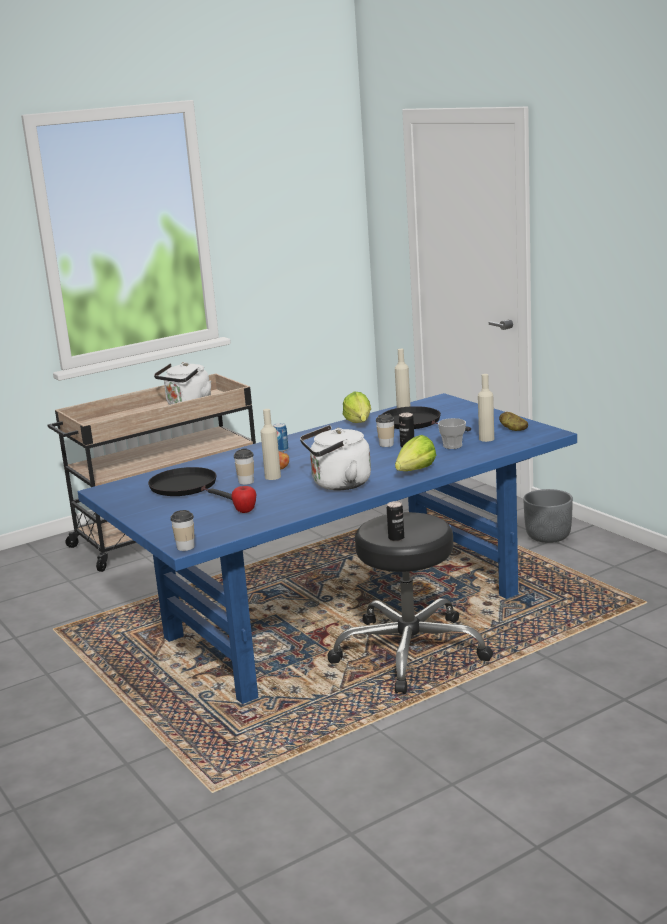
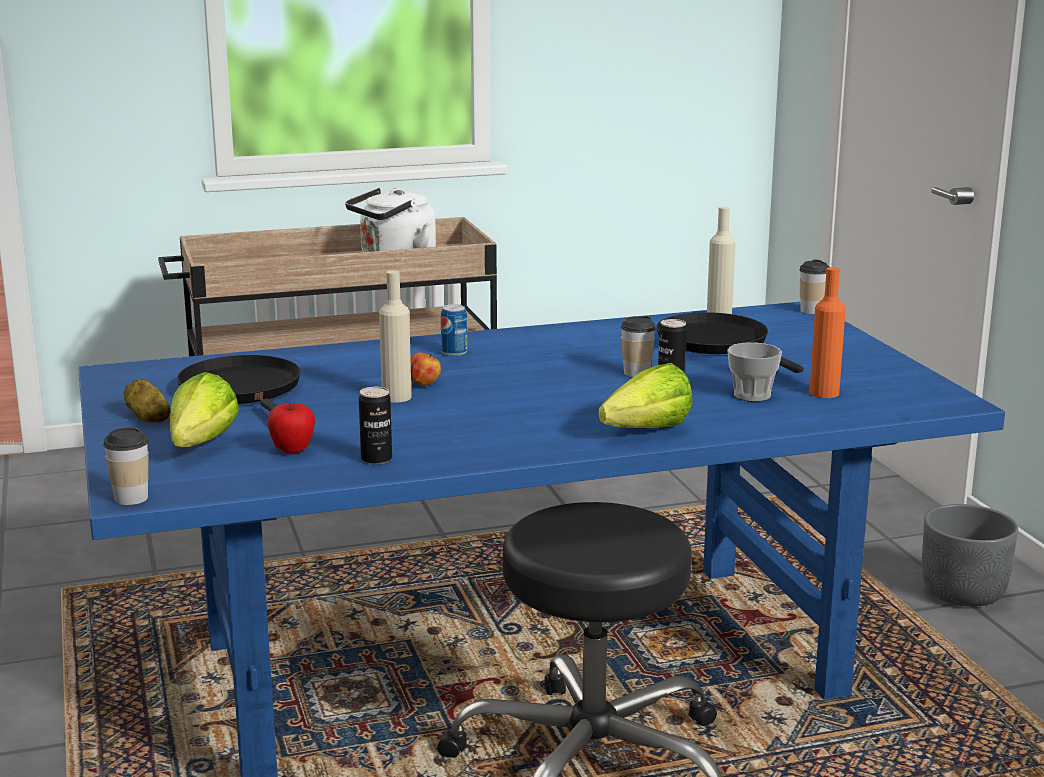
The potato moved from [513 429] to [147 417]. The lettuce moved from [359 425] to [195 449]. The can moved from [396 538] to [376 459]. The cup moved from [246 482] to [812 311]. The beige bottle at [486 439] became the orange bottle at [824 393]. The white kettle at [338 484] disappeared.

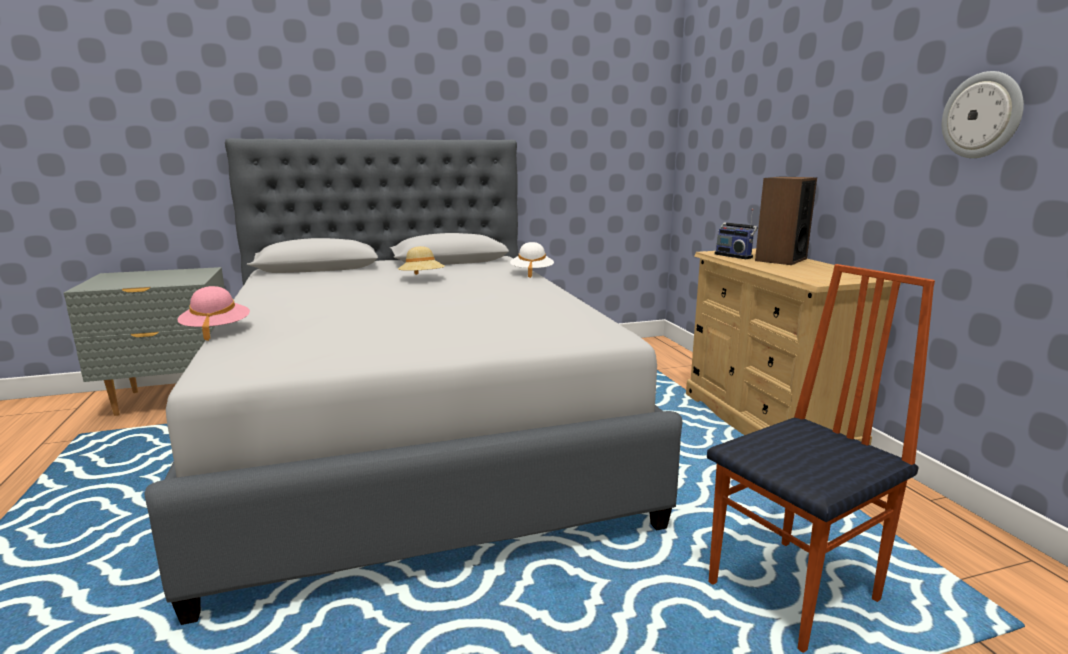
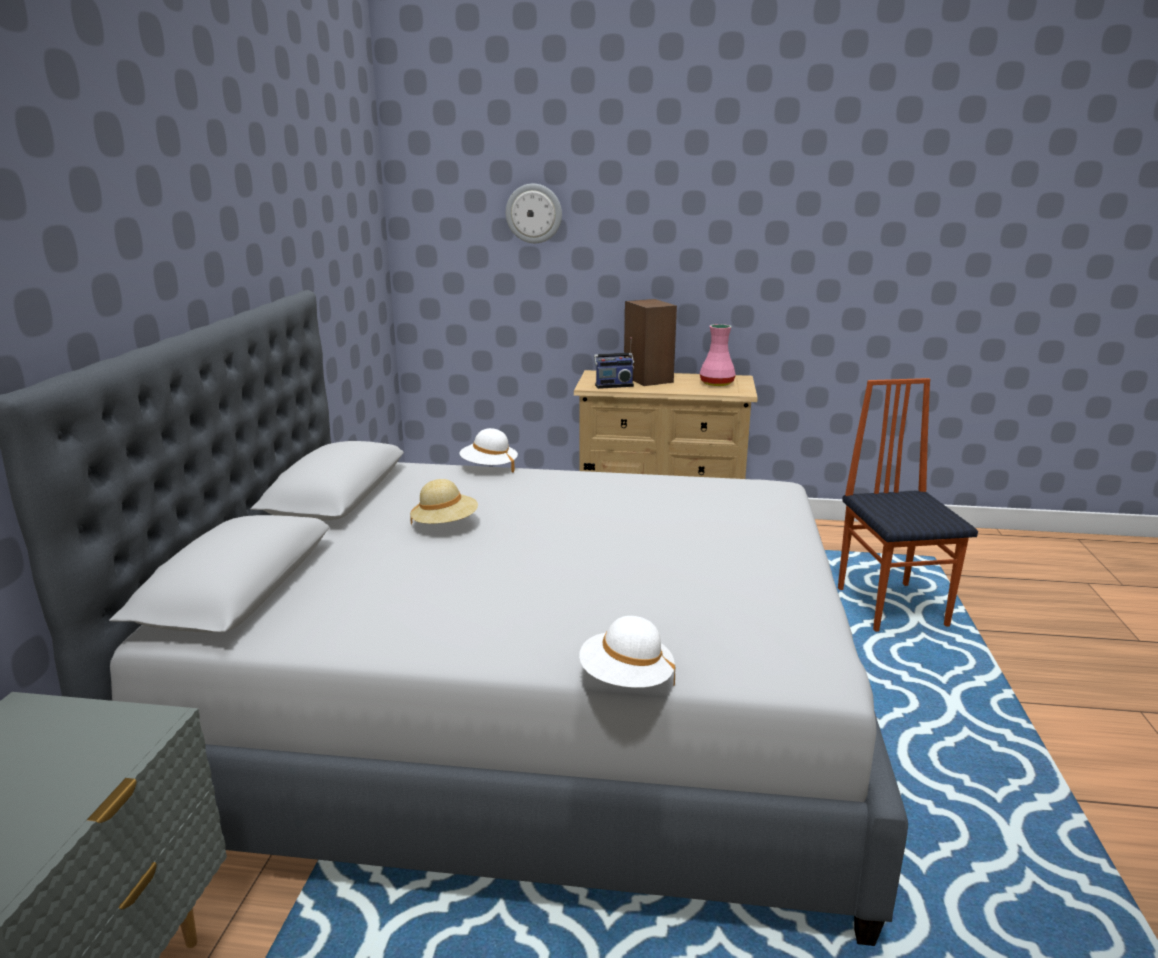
The wall clock moved from [982 115] to [534 213]. The pink hat at [216 331] became the white hat at [626 679]. The pink vase at [717 383] appeared.

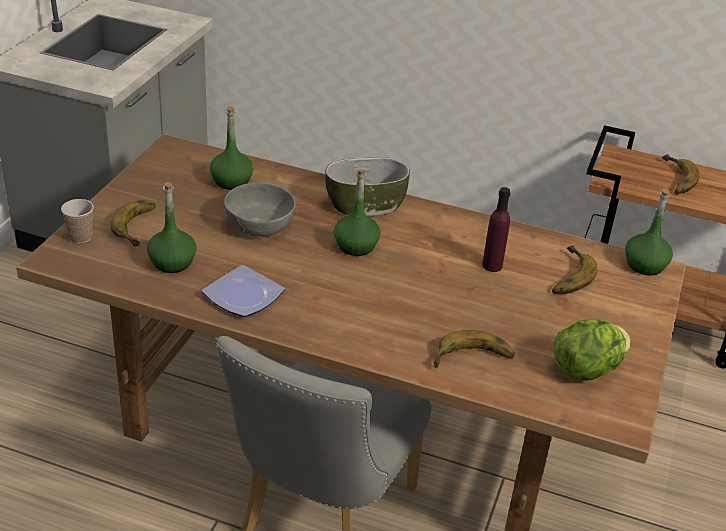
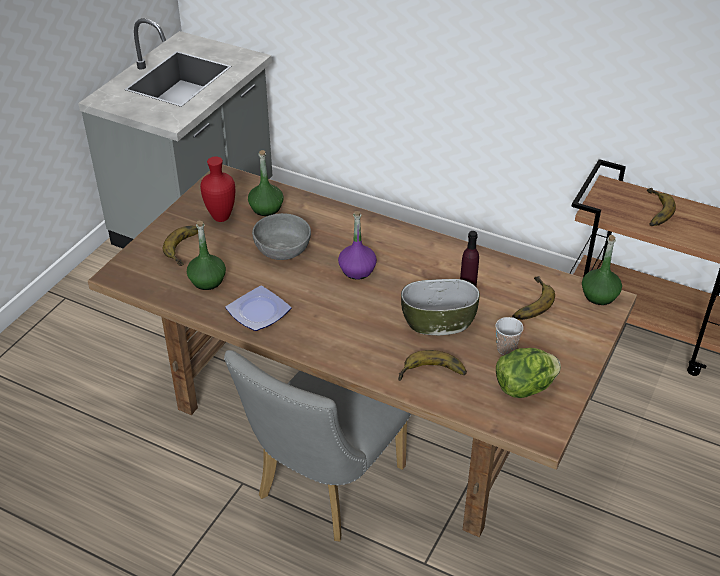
The red vase at [222 217] appeared. The green bottle at [355 246] became the purple bottle at [357 270]. The bowl moved from [365 204] to [438 321]. The cup moved from [81 237] to [506 349].

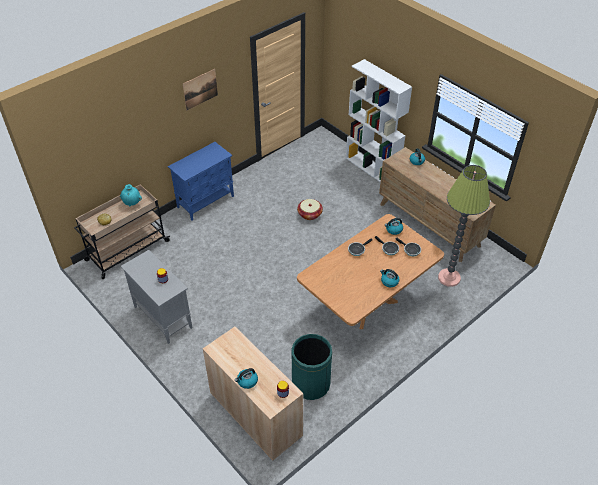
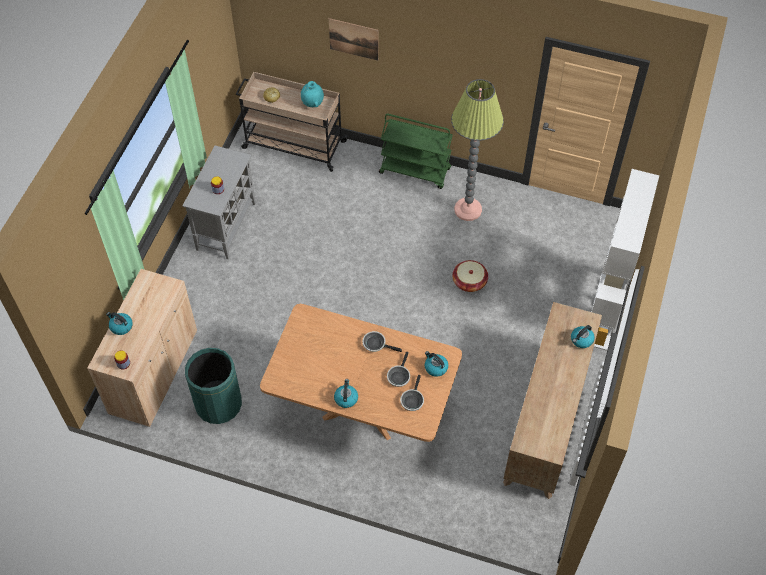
The picture moved from [200 89] to [354 39]. The blue cabinet at [206 201] was replaced by the green cart at [415 171]. The floor lamp moved from [449 278] to [468 210].

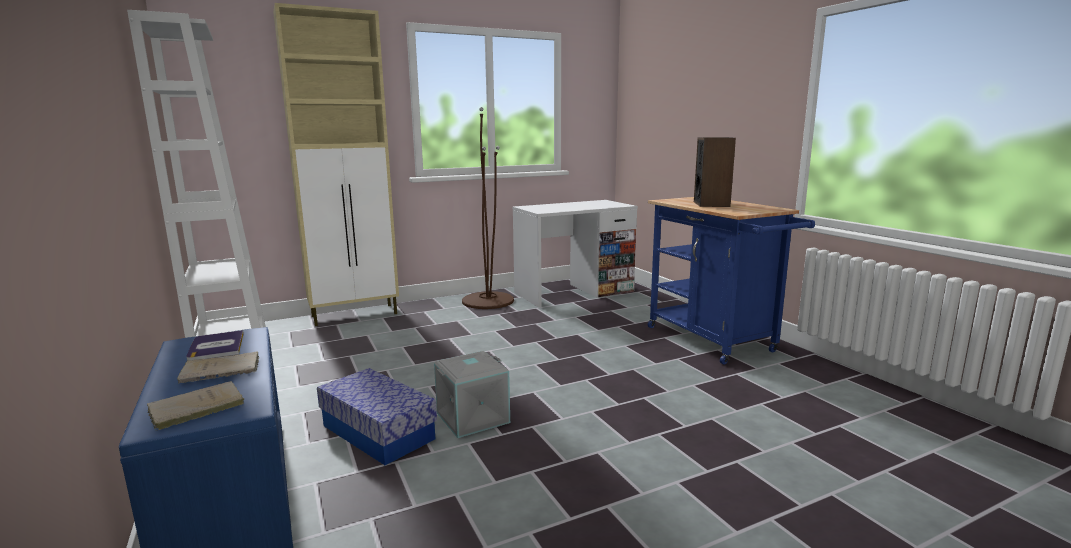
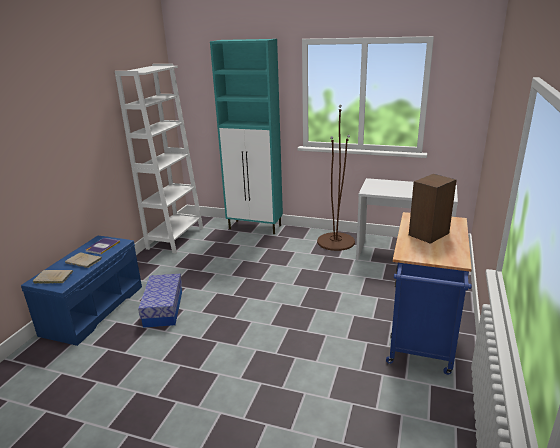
The beige cabinet at [356 315] became the turquoise cabinet at [255 227]. The grey storage box at [473 418] disappeared.

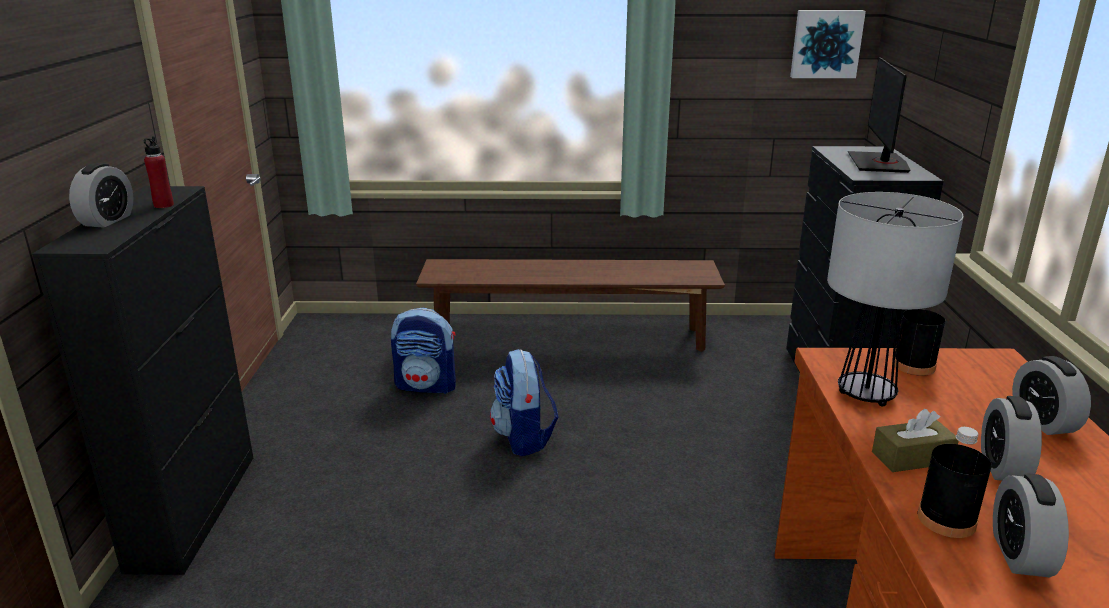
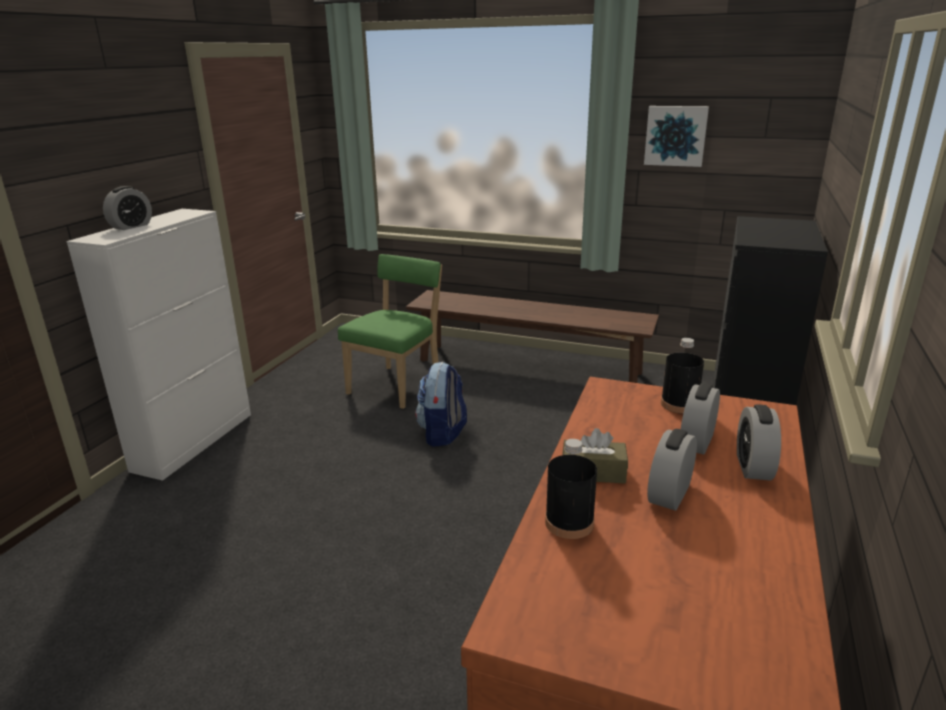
The black cabinet at [195 509] became the white cabinet at [195 441]. The backpack at [427 385] was replaced by the green chair at [397 385]. The picture moved from [826 44] to [675 135]. The alarm clock moved from [1019 554] to [696 441]. The red bottle at [163 205] disappeared. The table lamp at [865 394] disappeared. The monitor at [879 163] disappeared.

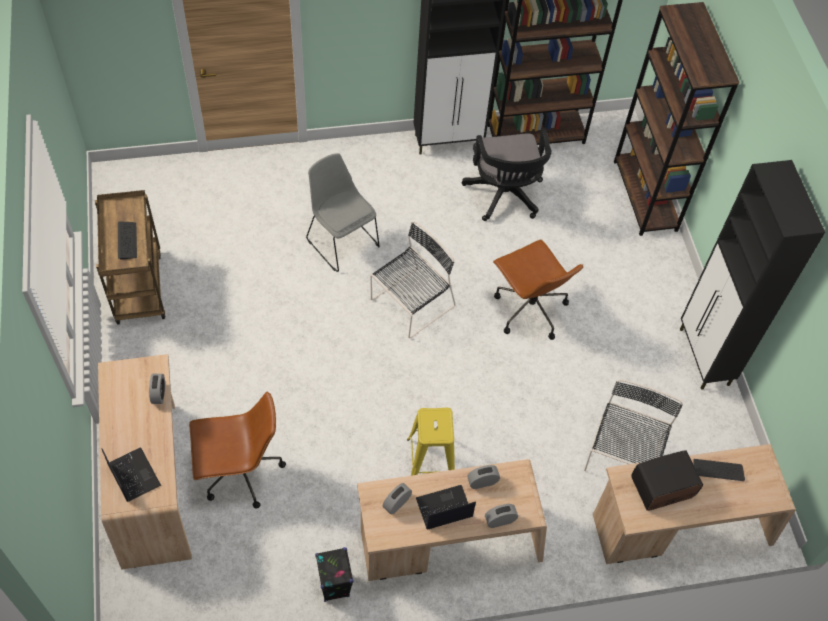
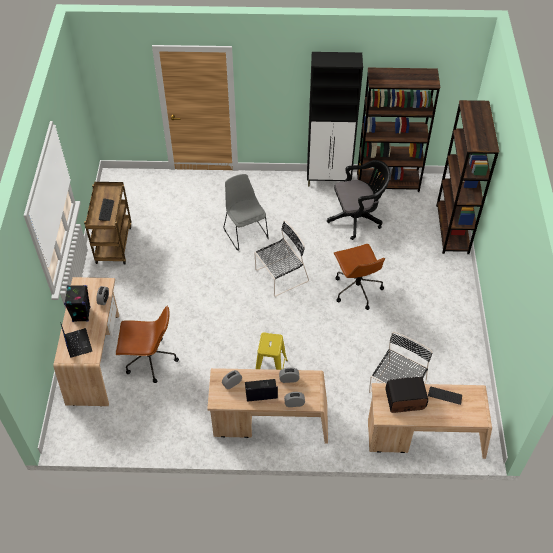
The black speaker moved from [334 585] to [81 314]. The black office chair at [504 196] turned 105 degrees counterclockwise. The black cabinet at [704 358] disappeared.

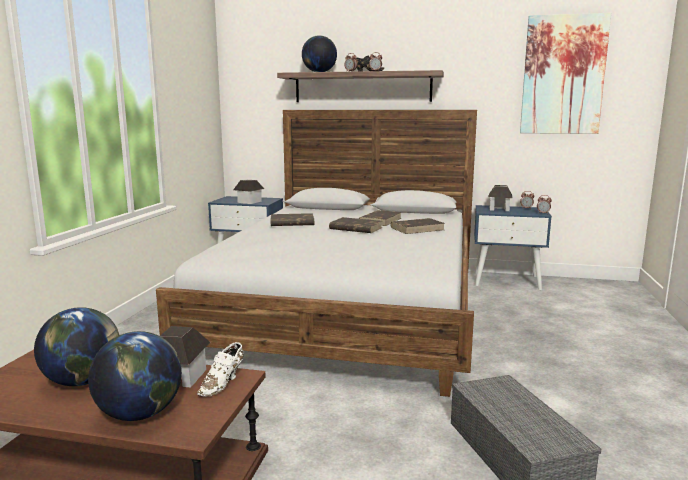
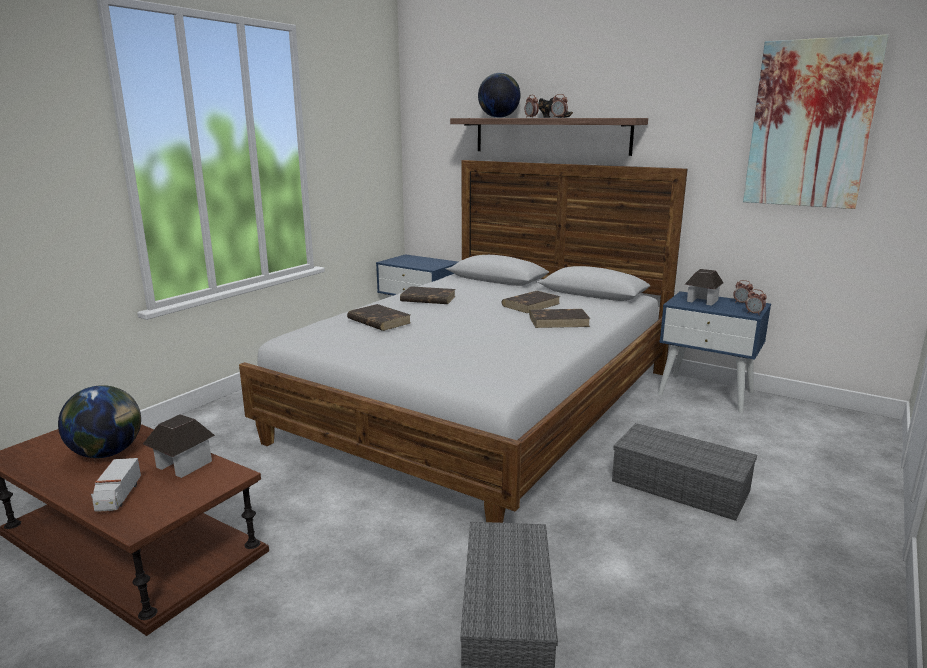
The globe at [140 413] was replaced by the toy truck at [118 496]. The brown book moved from [355 228] to [378 321]. The grey storage box at [682 486] appeared. The white shoe at [223 383] disappeared. The toy house at [249 202] disappeared.

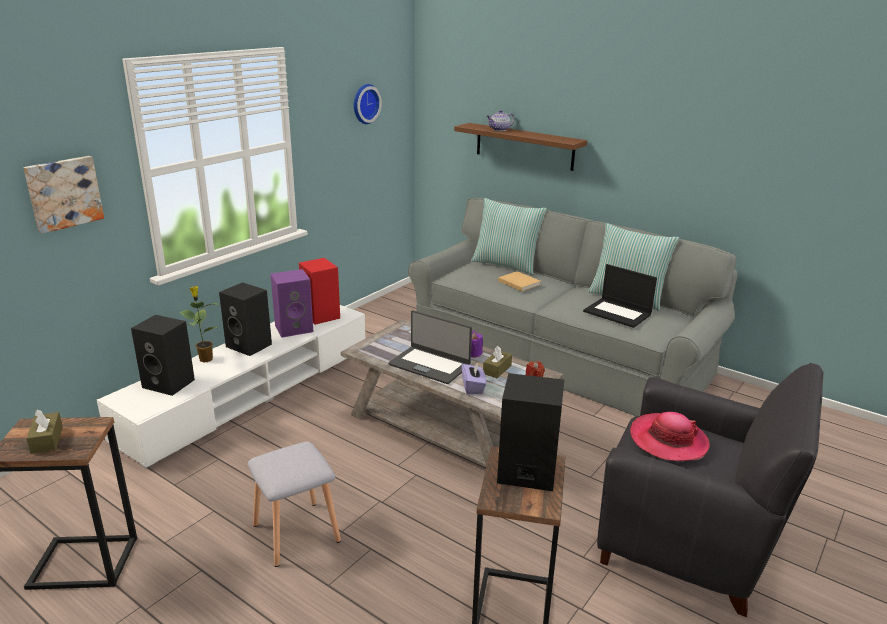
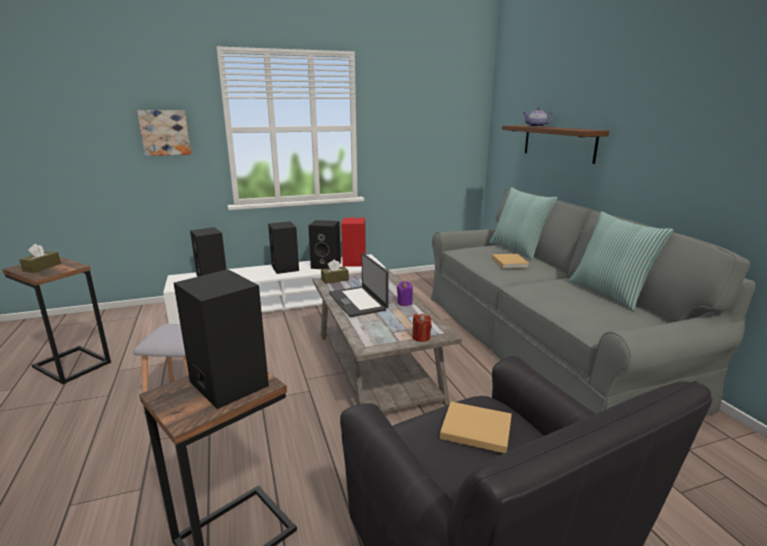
The purple speaker at [294 328] became the black speaker at [327 265]. The brown tissue box moved from [497 369] to [335 279]. The hat at [668 440] was replaced by the beige book at [474 428]. The potted plant at [205 359] disappeared. The wall clock at [364 103] disappeared. The purple tissue box at [473 387] disappeared. The laptop at [618 313] disappeared.

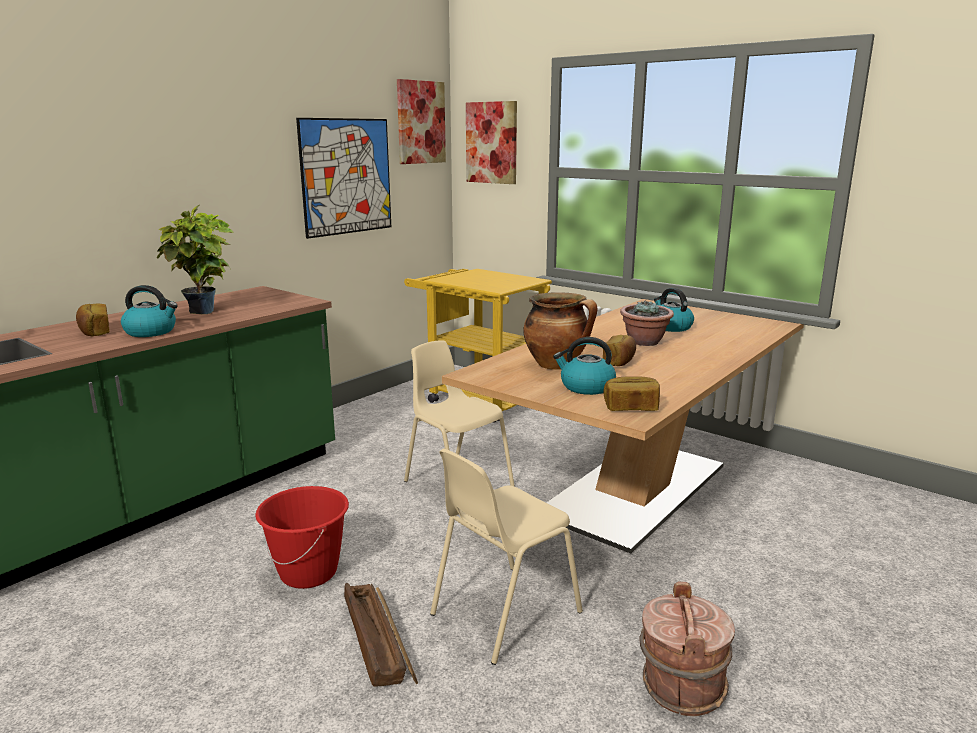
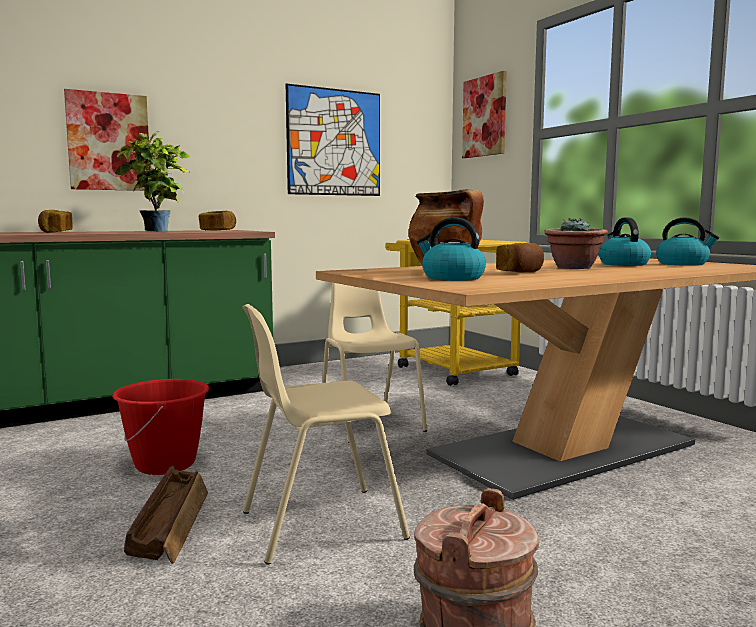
The picture moved from [420 122] to [108 142]. The bread moved from [631 407] to [218 230]. The kettle moved from [151 332] to [683 264].

